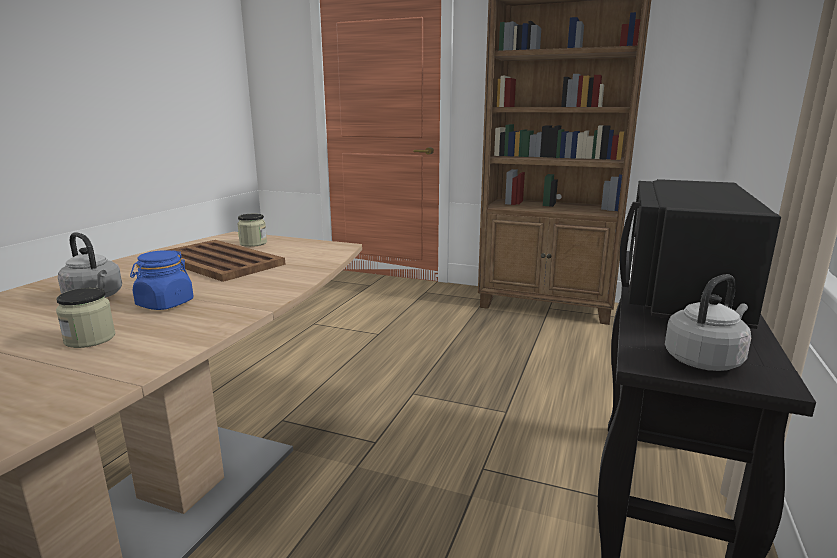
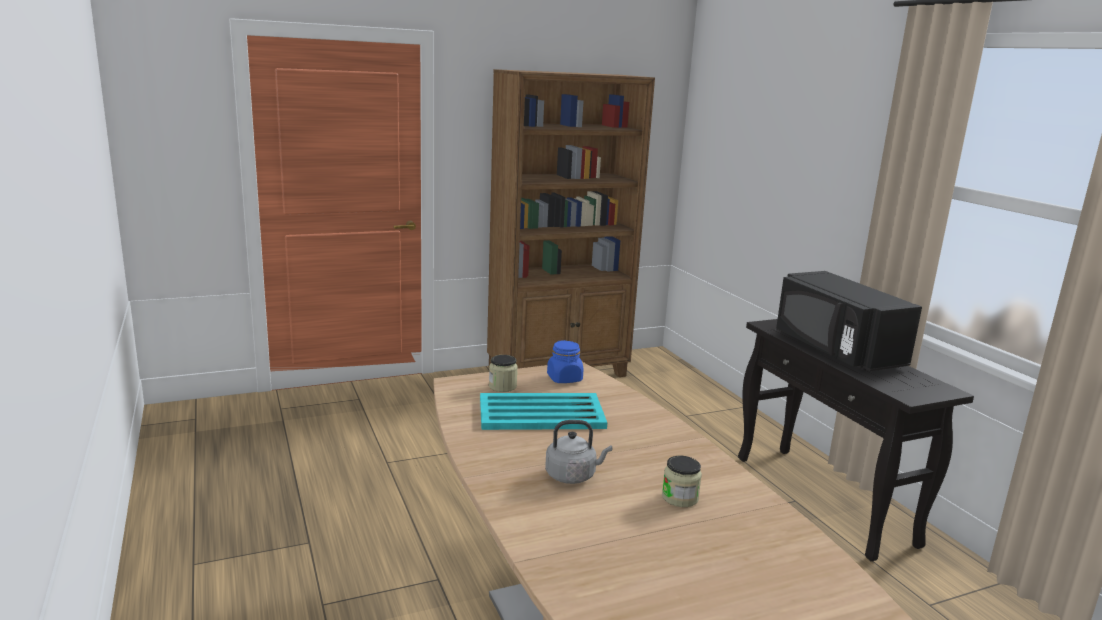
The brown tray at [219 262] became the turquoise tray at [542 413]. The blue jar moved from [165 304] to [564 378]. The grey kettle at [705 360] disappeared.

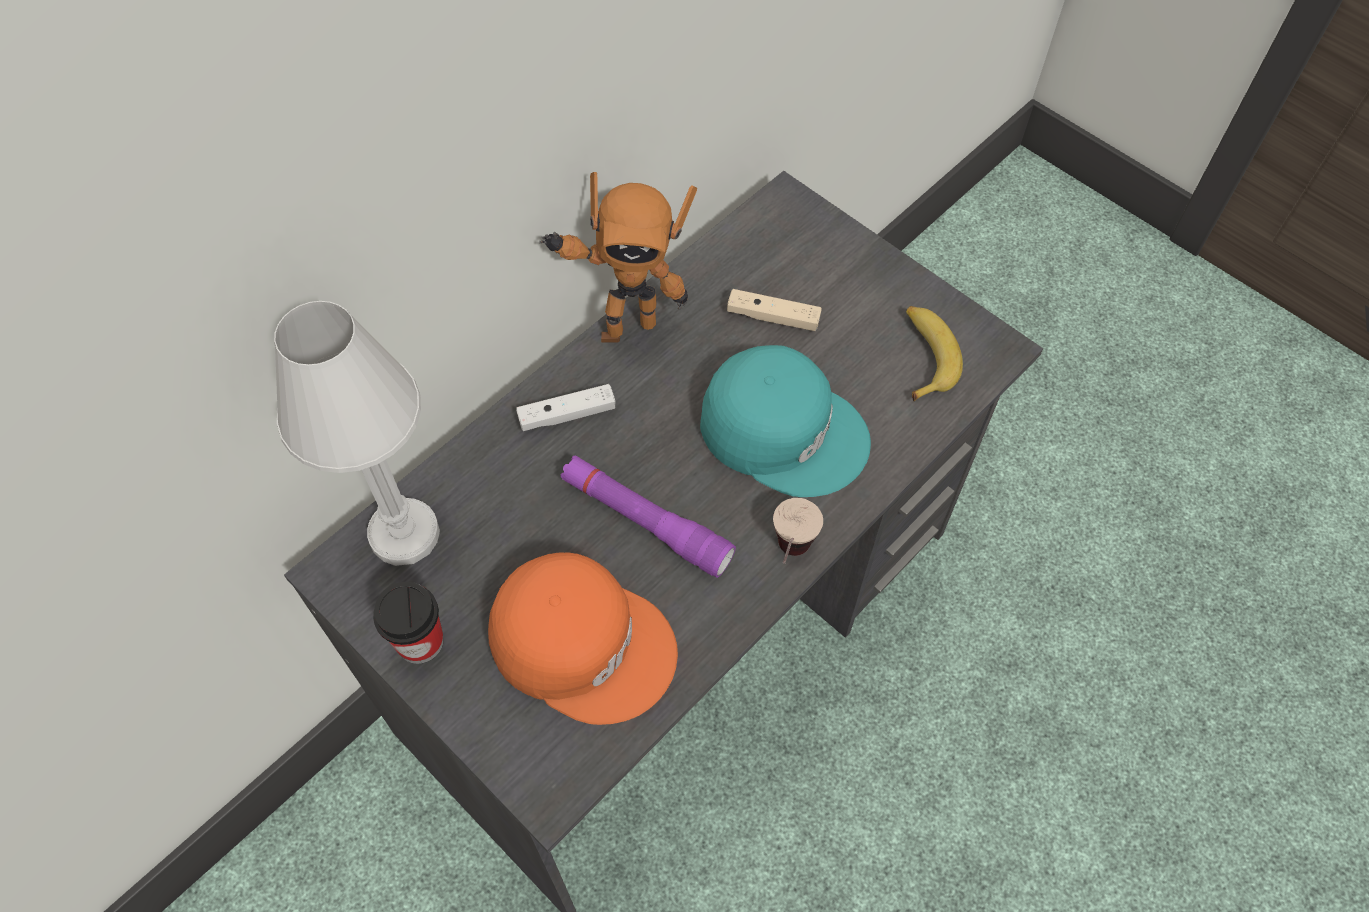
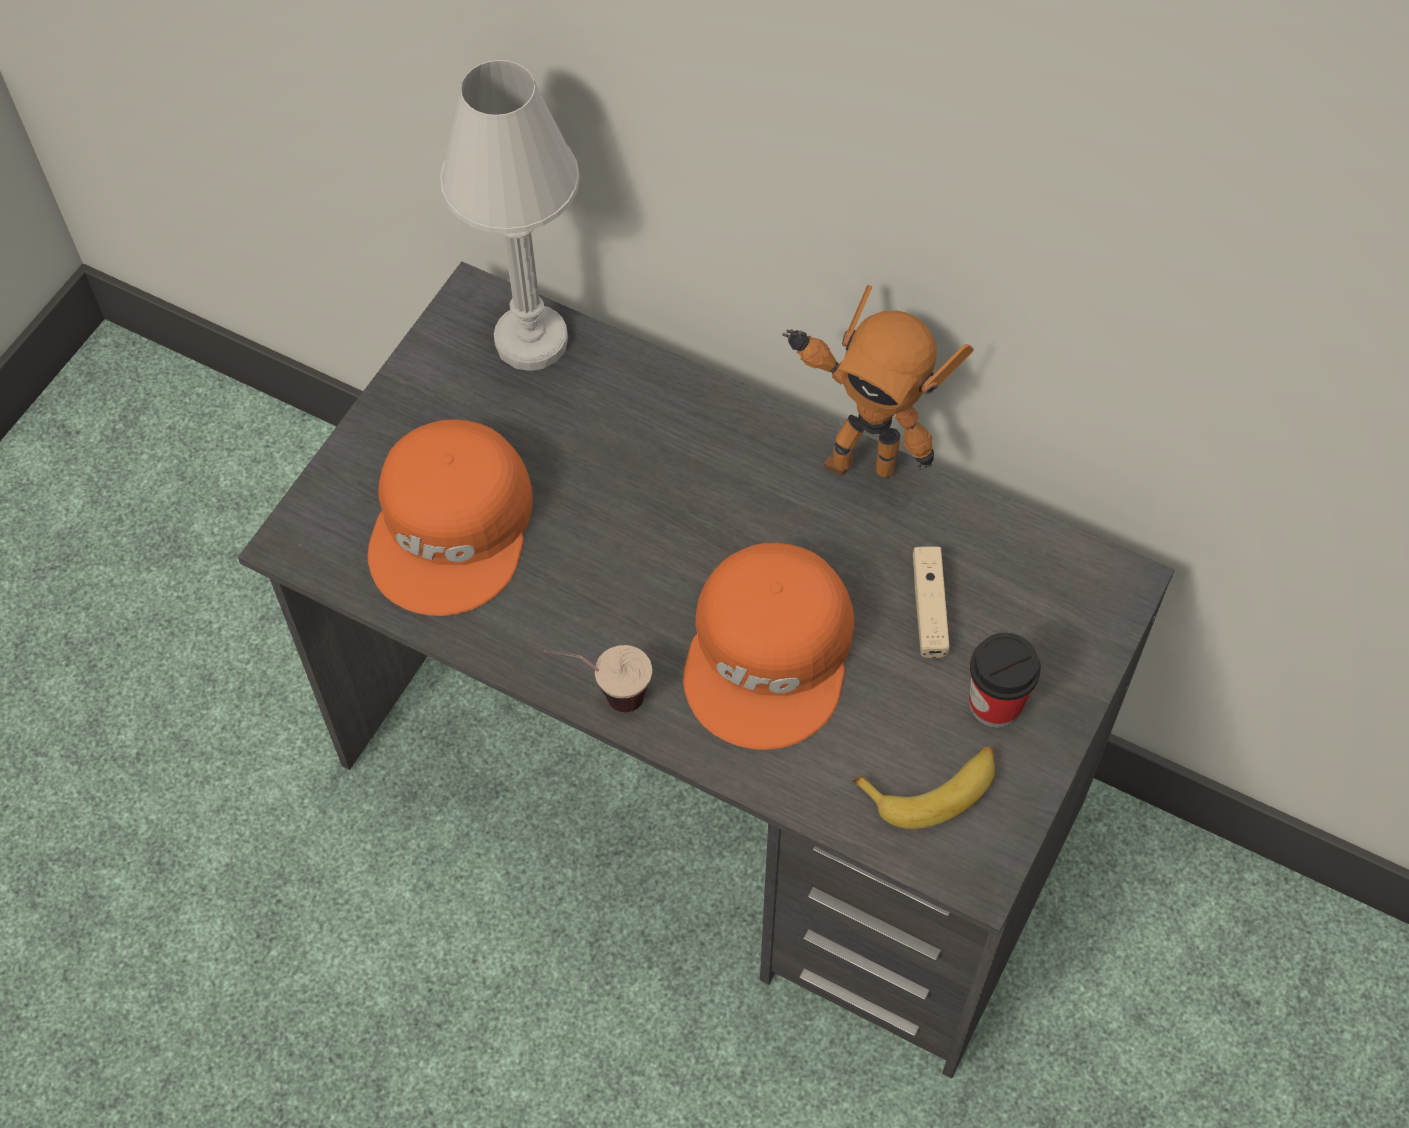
The turquoise cap at [784 428] became the orange cap at [772 654]. The toy robot at [625 325] turned 45 degrees counterclockwise. The cup moved from [420 641] to [995 704]. The white game controller at [567 415] disappeared. The purple flashlight at [645 521] disappeared.

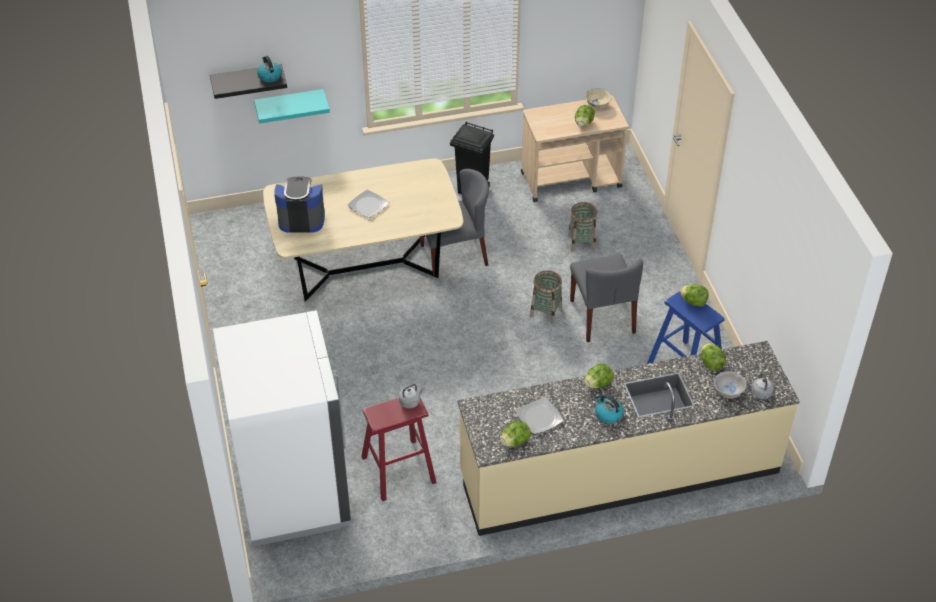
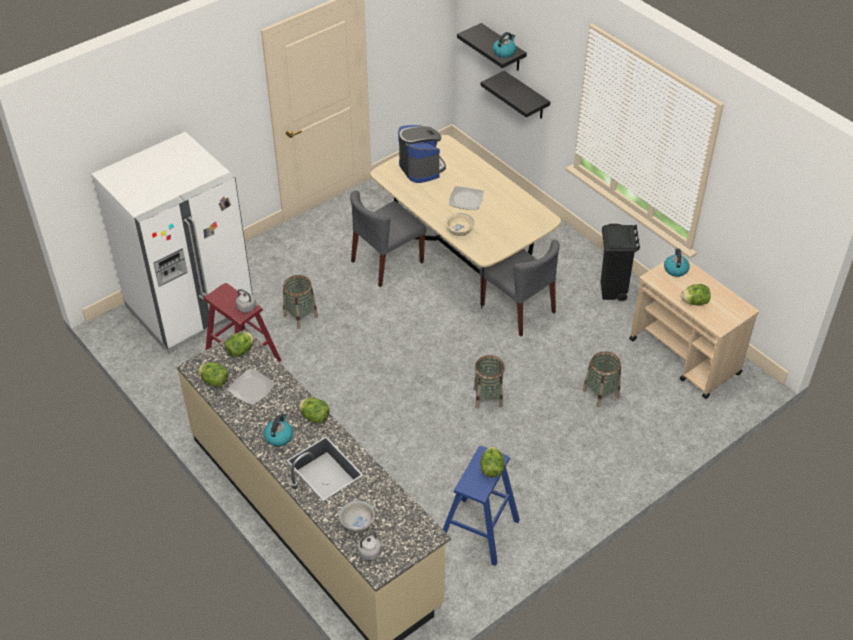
The lettuce moved from [711 364] to [240 351]. The basket at [300 316] appeared. The grey chair moved from [602 317] to [387 262]. The beige bowl moved from [597 104] to [459 230]. The turquoise shelf at [290 104] became the black shelf at [526 96]. The kettle at [675 269] appeared.

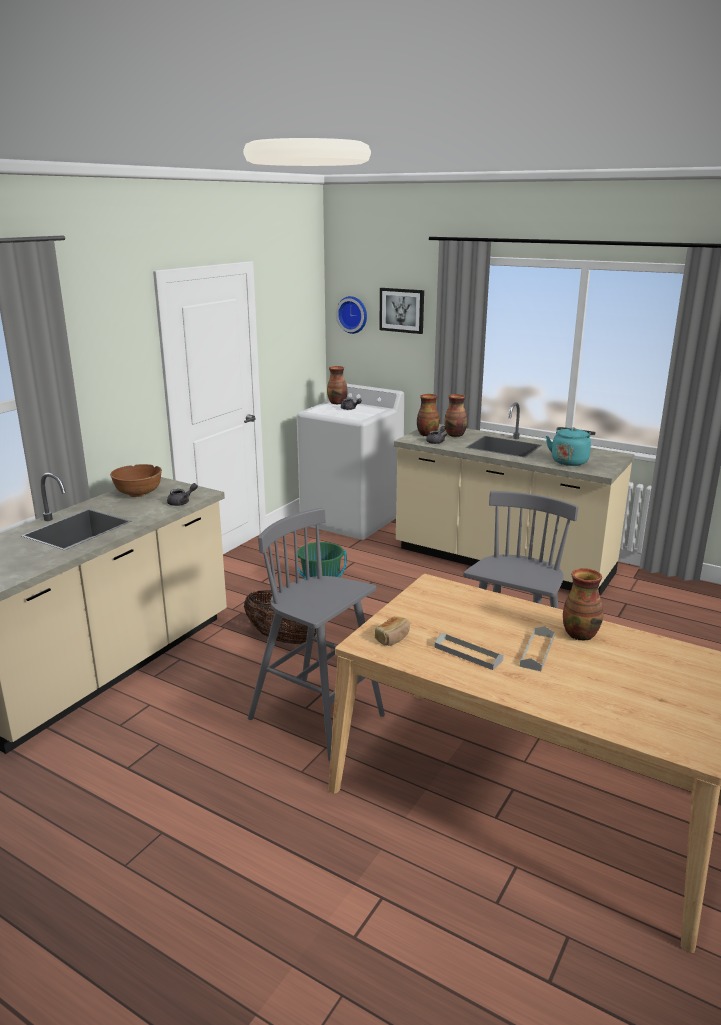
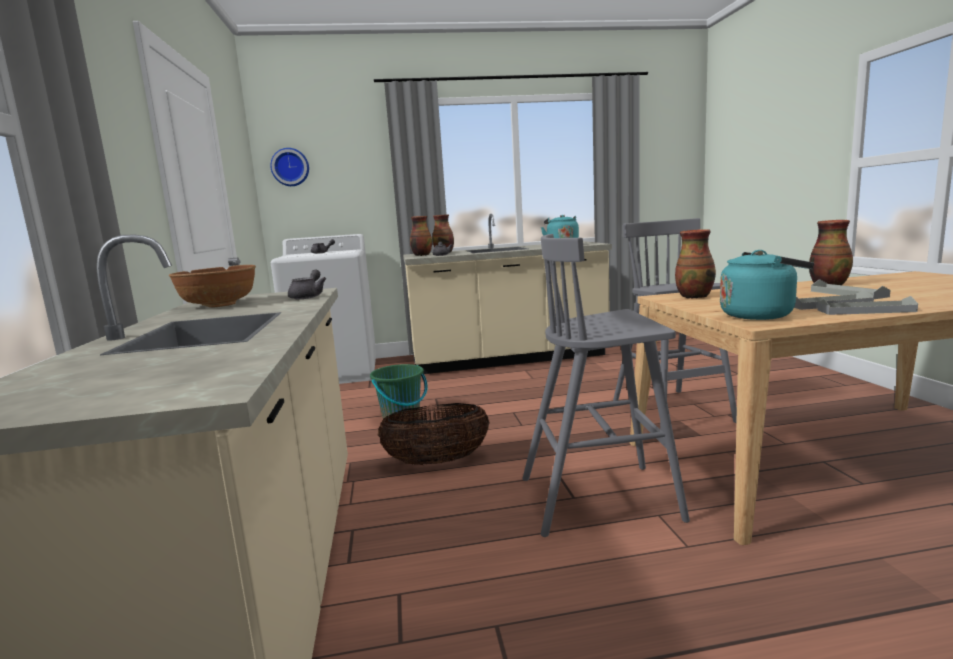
The vase moved from [337 403] to [694 296]. The bread at [393 638] was replaced by the turquoise kettle at [760 315]. The grey tray at [865 311] appeared. The picture at [402 310] disappeared.

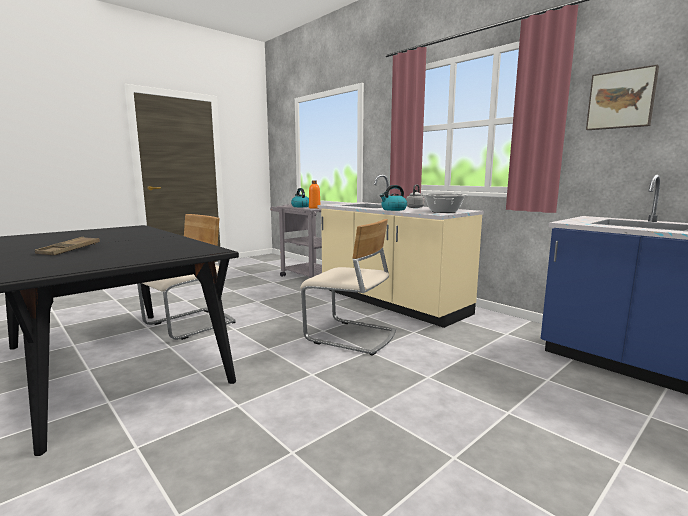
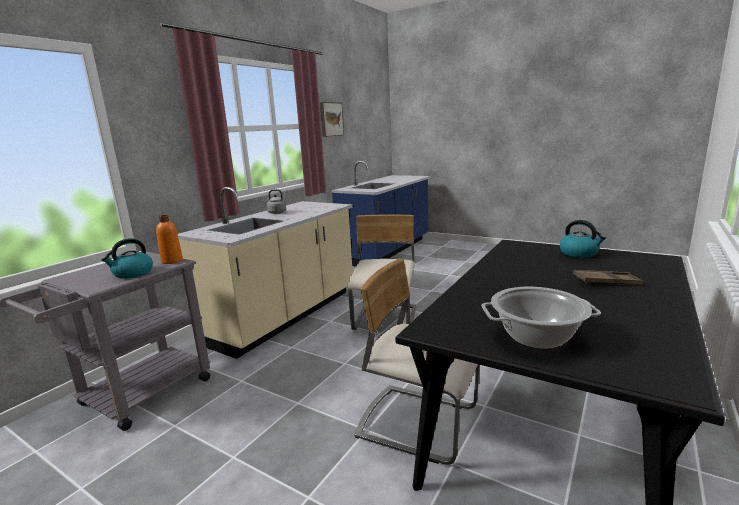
The cooking pot moved from [443 212] to [537 337]. The kettle moved from [393 209] to [579 253].

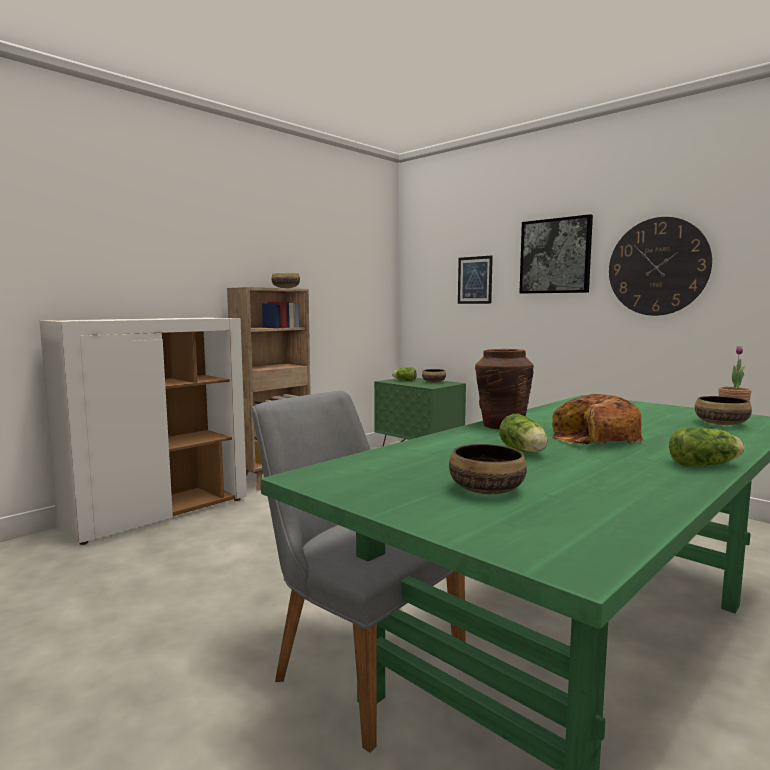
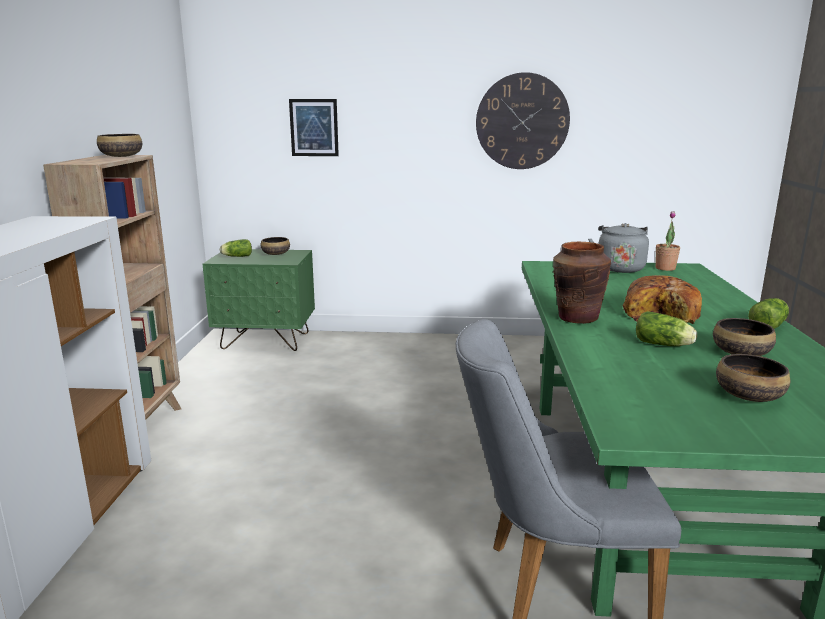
The grey kettle at [619 268] appeared. The bowl moved from [722 424] to [741 353]. The picture at [555 256] disappeared.

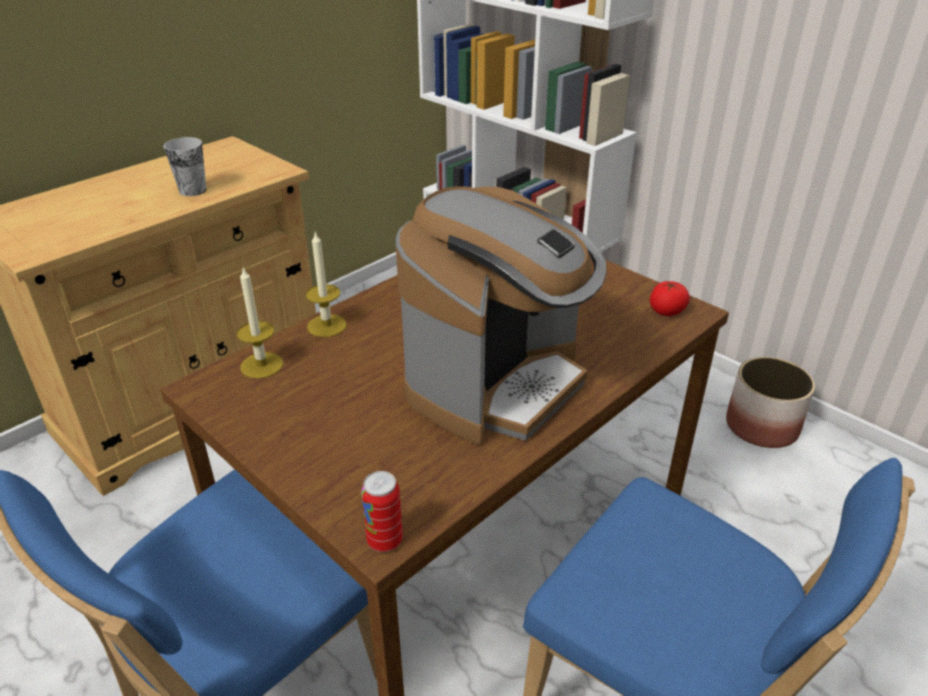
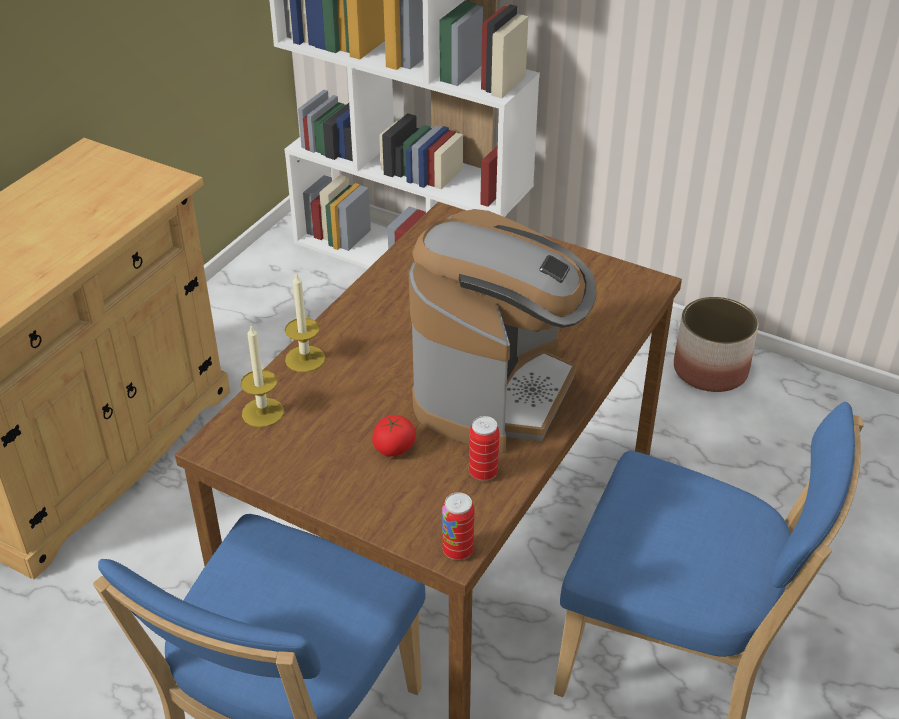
The tomato moved from [666 311] to [394 448]. The can at [483 472] appeared. The cup at [193 190] disappeared.

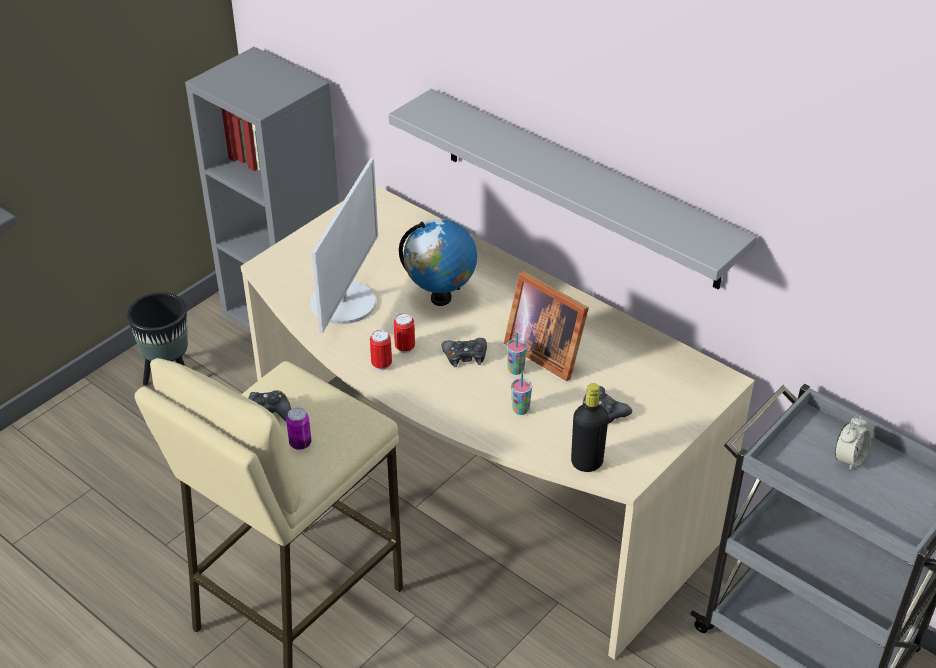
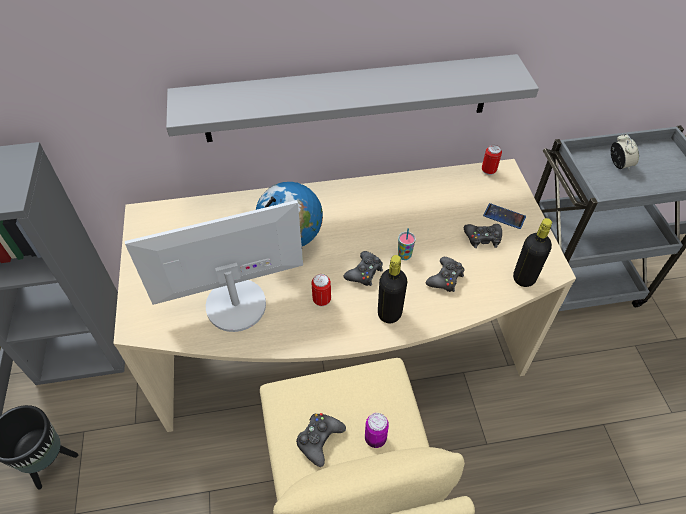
The monitor at [344 303] turned 75 degrees counterclockwise. The black bottle at [389 313] appeared. The cup at [520 410] was replaced by the black game controller at [445 278]. The can moved from [381 364] to [488 171]. The phone at [504 216] appeared. The picture frame at [545 351] disappeared.

